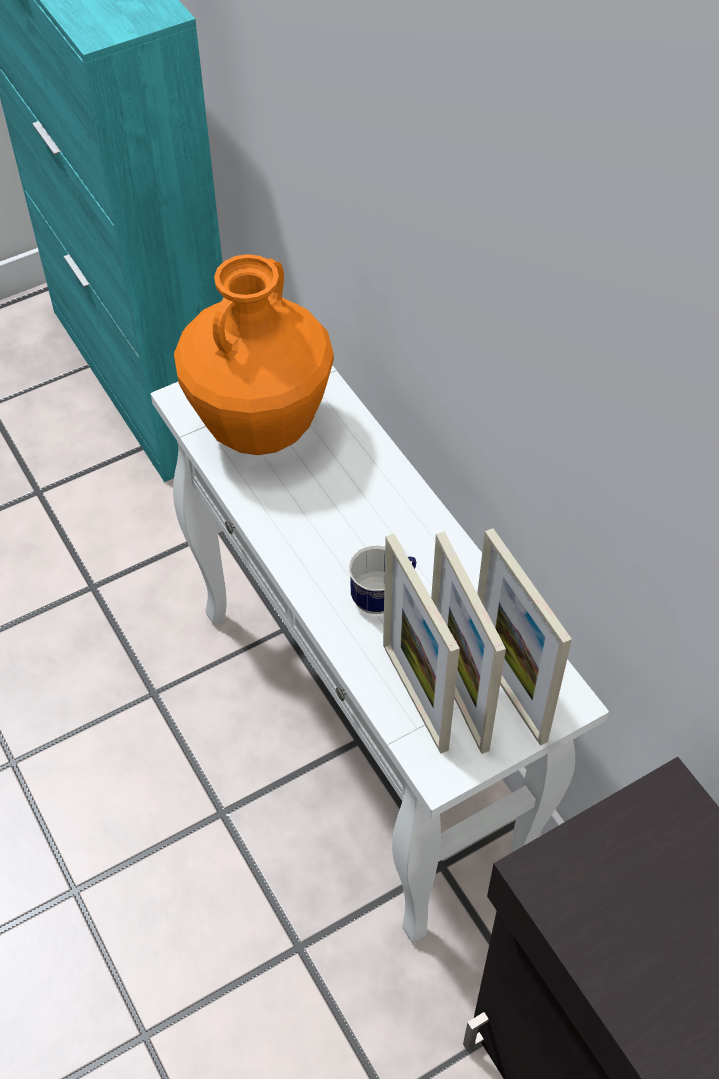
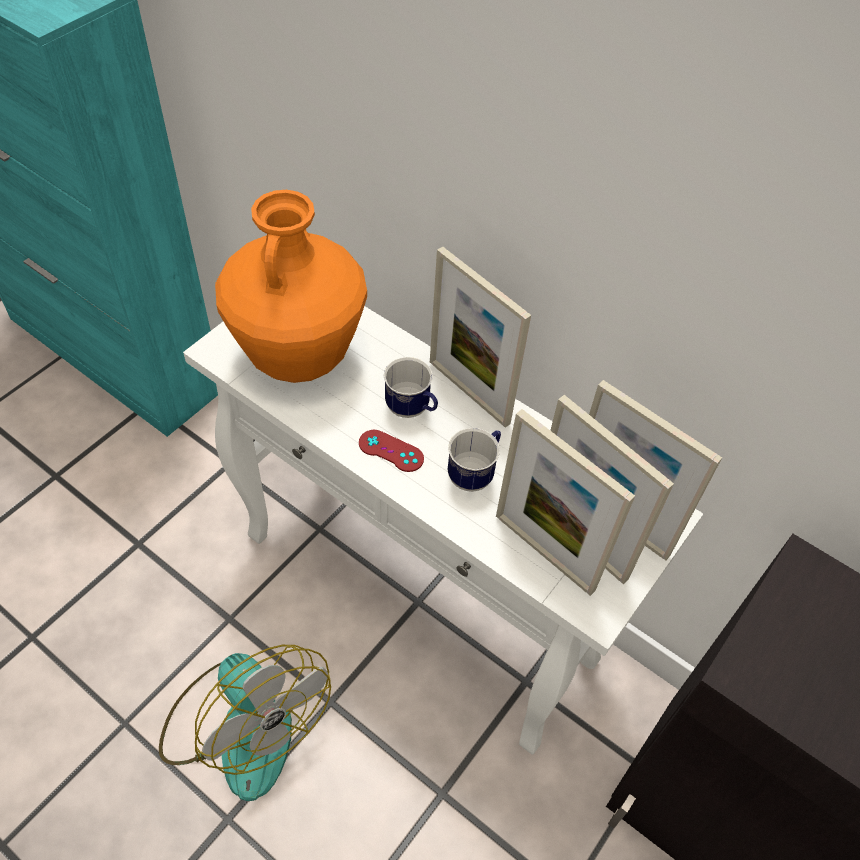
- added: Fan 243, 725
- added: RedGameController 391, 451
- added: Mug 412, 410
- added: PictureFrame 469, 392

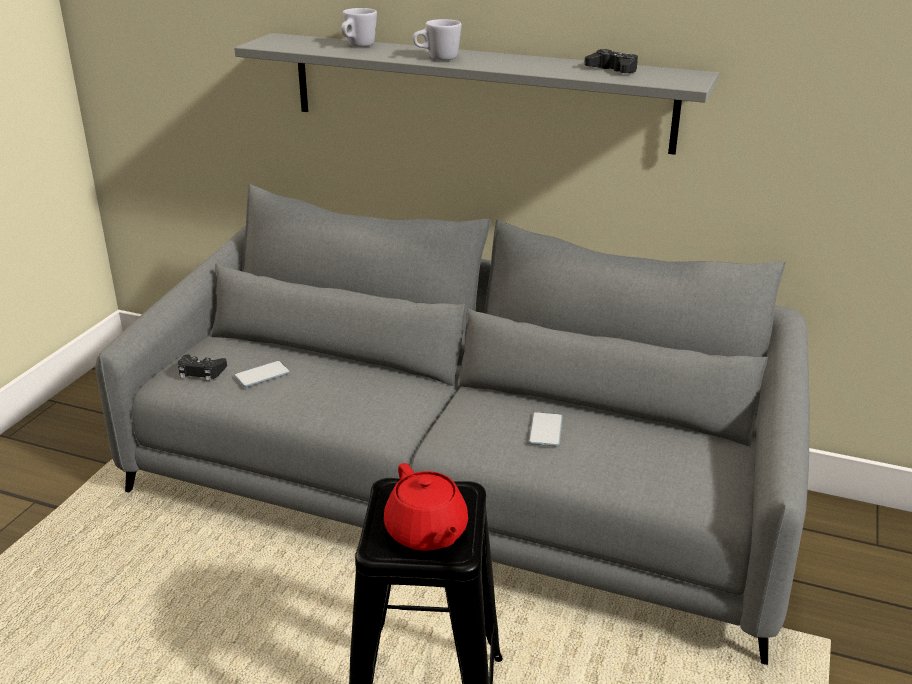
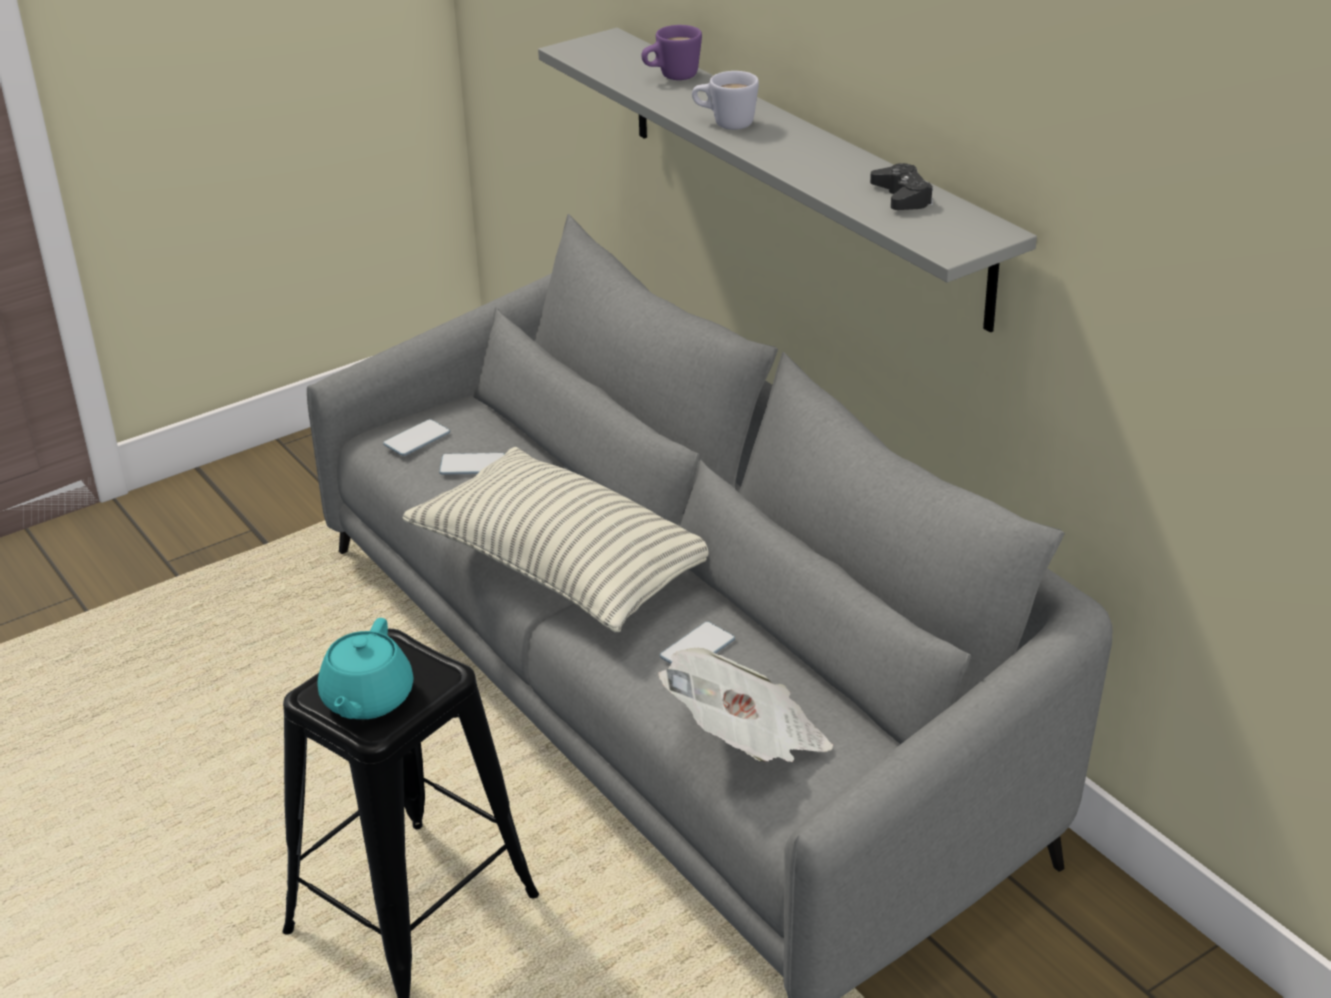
- recoloured: RedTeapot 426, 533 to TurquoiseTeapot 366, 700
- replaced: BlackGameController 201, 372 to Phone 417, 439
- added: Pillow 563, 568
- recoloured: WhiteMug 357, 46 to PurpleMug 671, 77
- added: Newspaper 747, 741

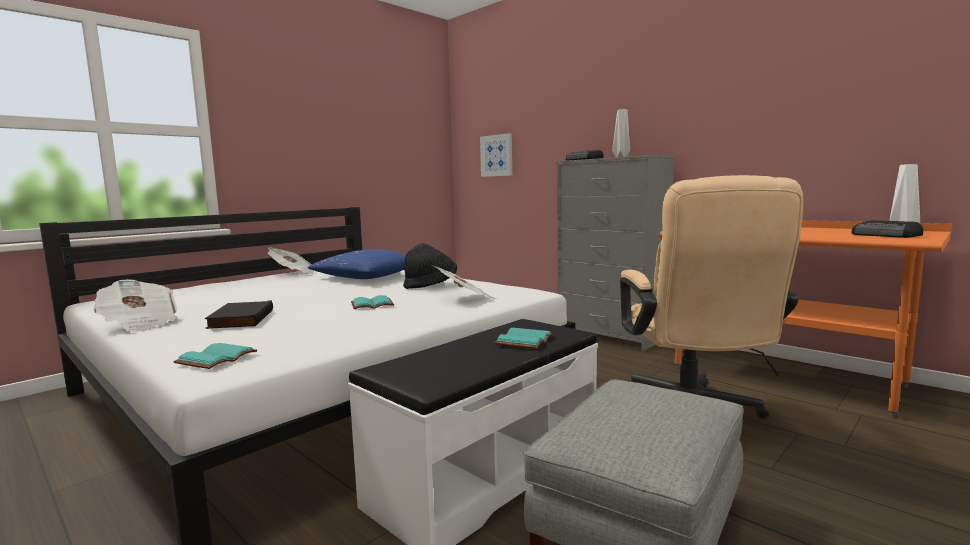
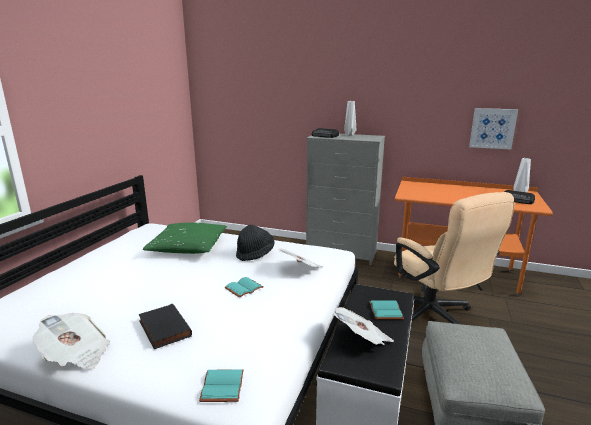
- recoloured: BluePillow 366, 277 to GreenPillow 188, 247
- moved: Newspaper 294, 273 to 362, 340
- moved: Picture 496, 155 to 492, 128

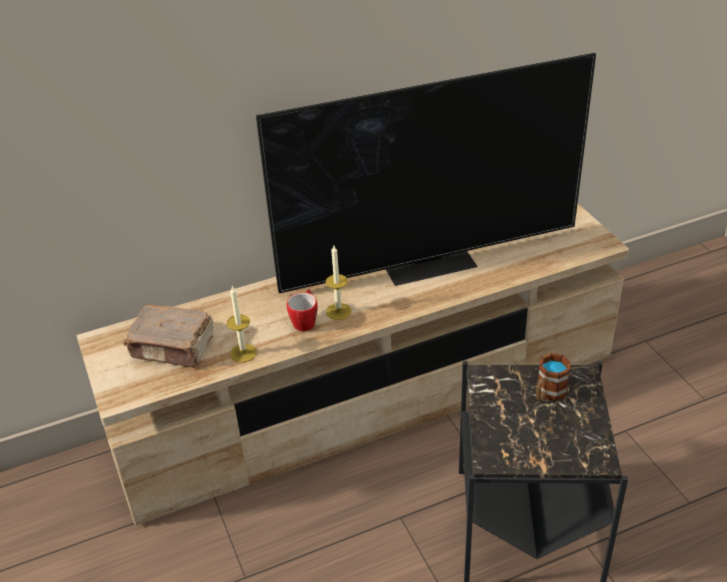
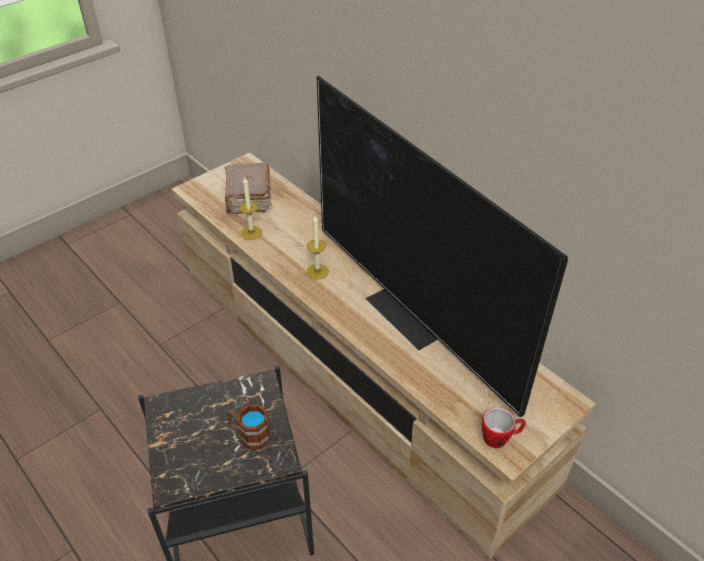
- moved: Mug 305, 321 to 500, 438

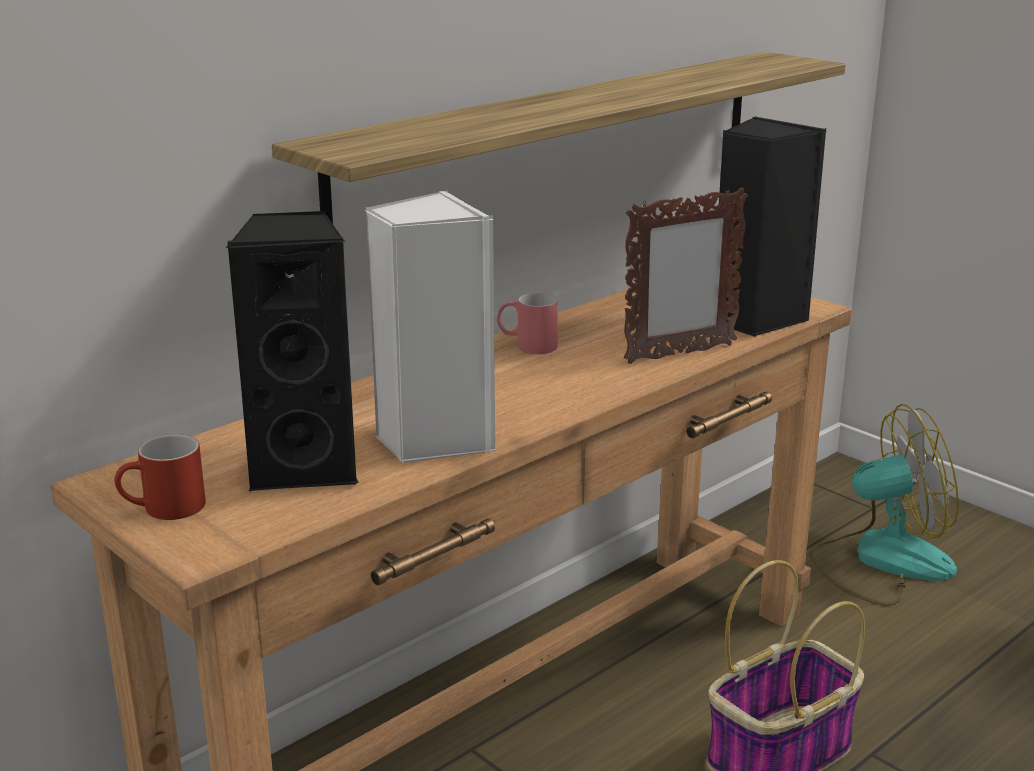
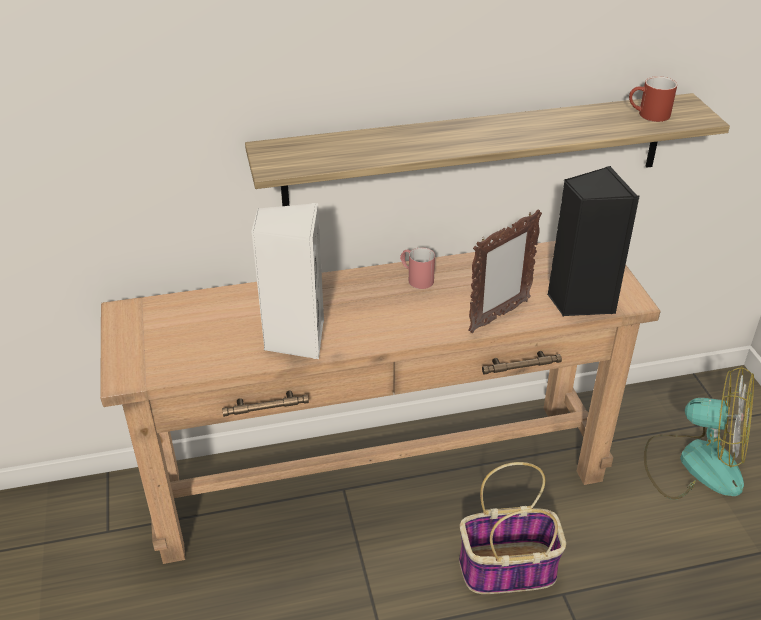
- turned: PictureFrame 679, 354 = 498, 316 45 degrees counterclockwise
- moved: RedMug 164, 510 to 648, 115
- removed: BlackSpeaker 306, 467

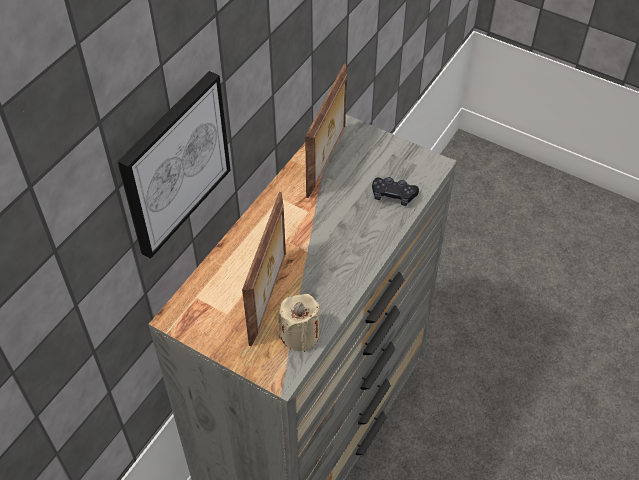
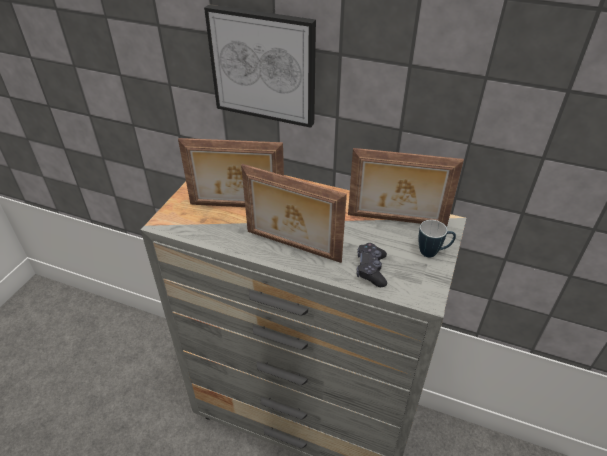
- added: PictureFrame 292, 247
- added: Mug 433, 252
- removed: BeigeCandle 300, 335

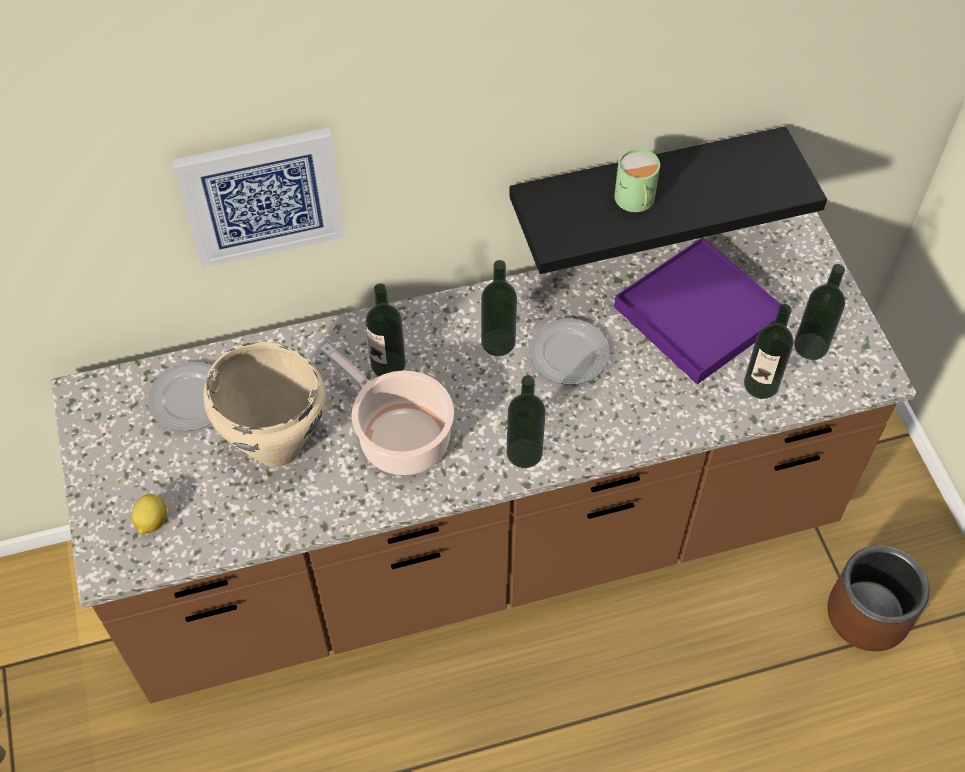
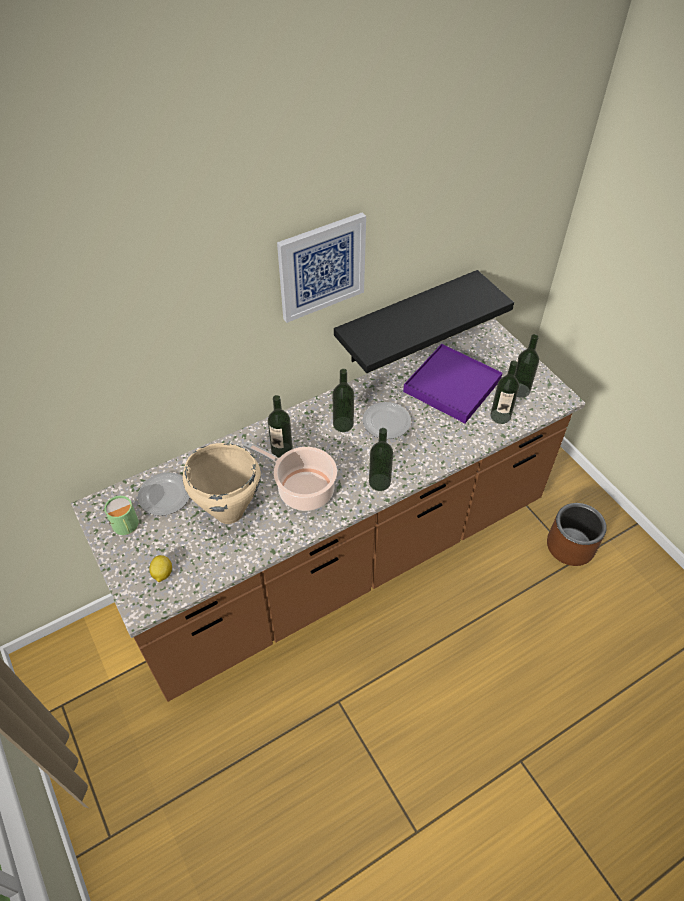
- moved: GreenMug 635, 200 to 126, 526
- moved: Picture 261, 196 to 321, 267

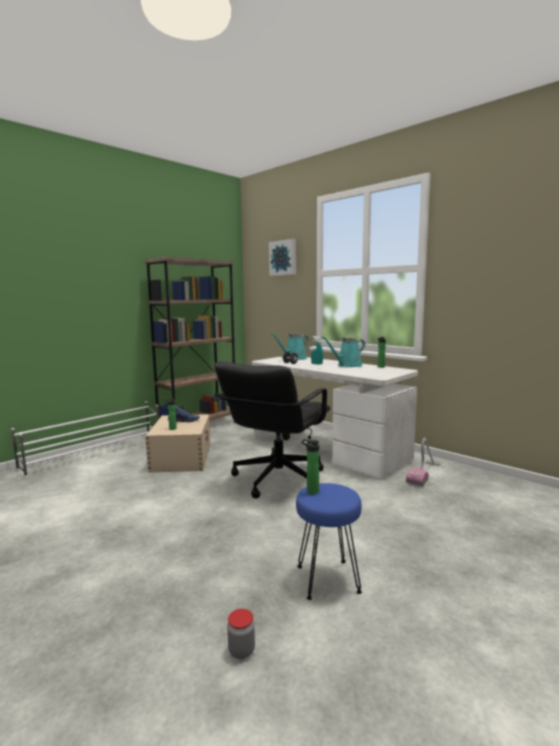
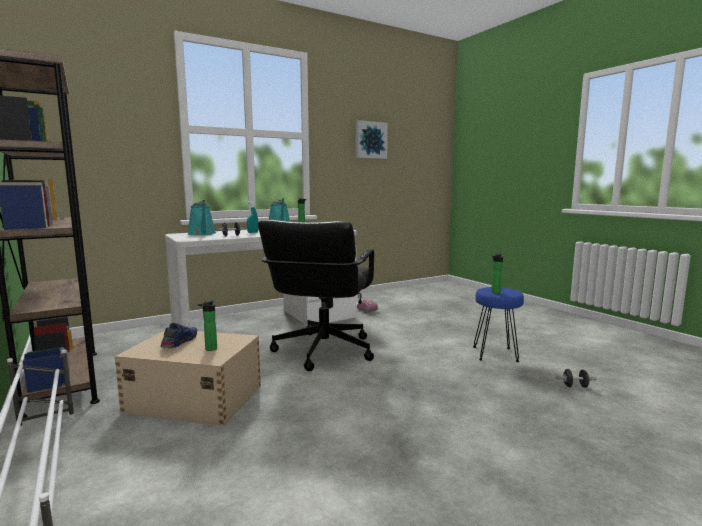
- turned: BlackOfficeChair 277, 479 = 323, 351 60 degrees clockwise
- moved: Picture 283, 258 to 370, 140
- replaced: Jar 241, 651 to BlackDumbbell 575, 386

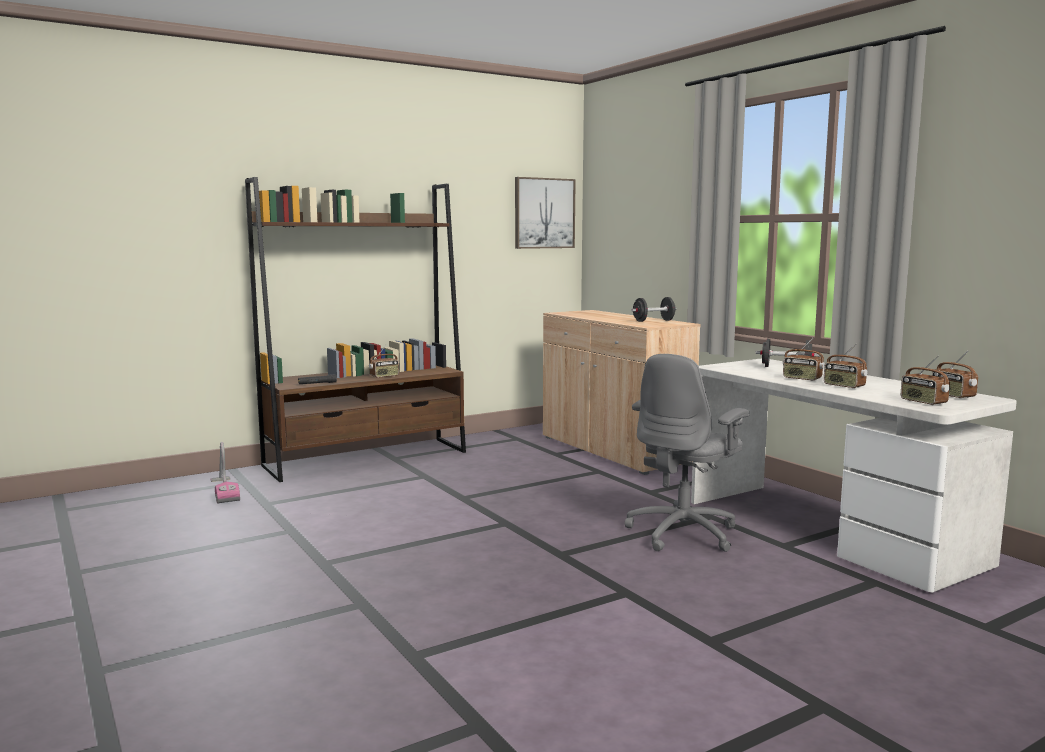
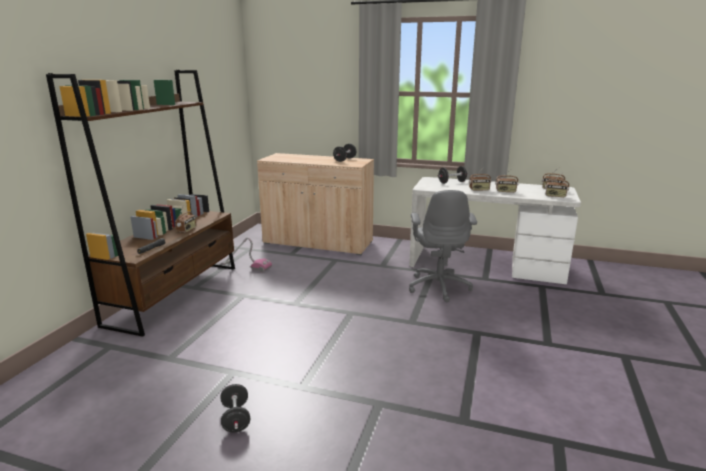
- moved: VacuumCleaner 224, 491 to 246, 266
- added: BlackDumbbell 236, 418
- removed: Picture 544, 213

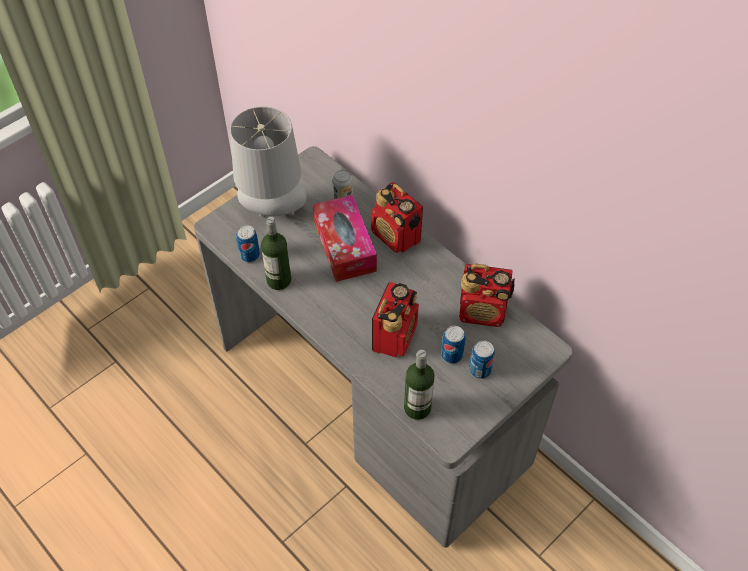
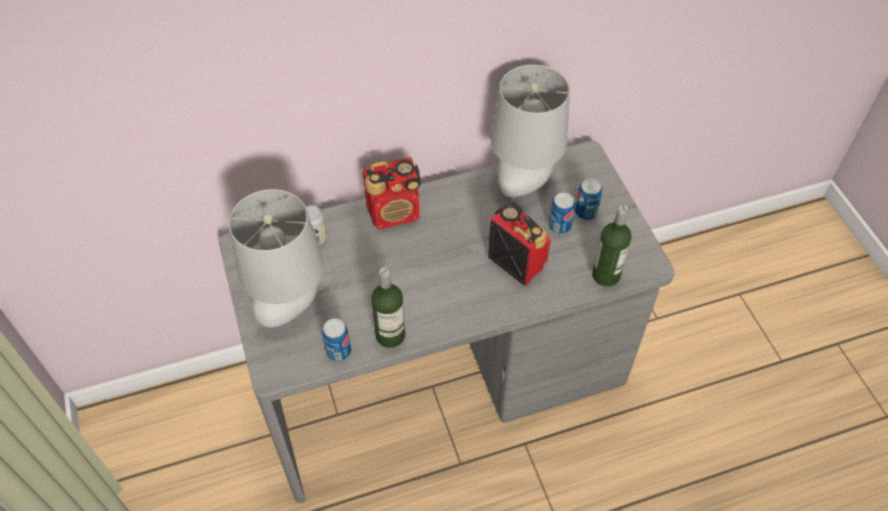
- replaced: Radio 482, 312 to GreyTableLamp 523, 184
- removed: TissueBox 344, 246

